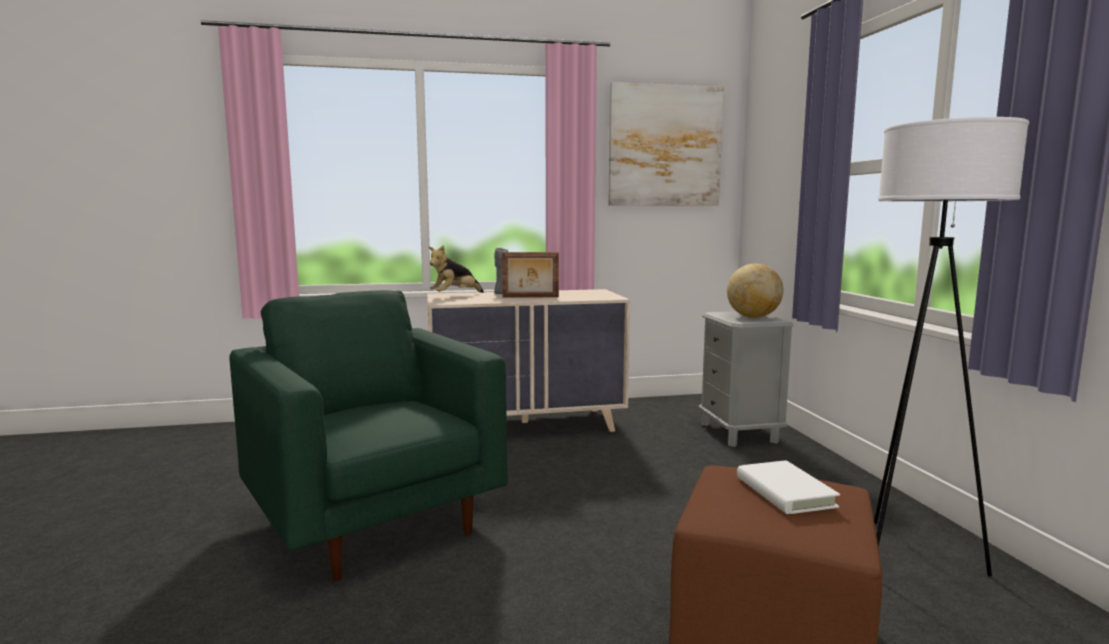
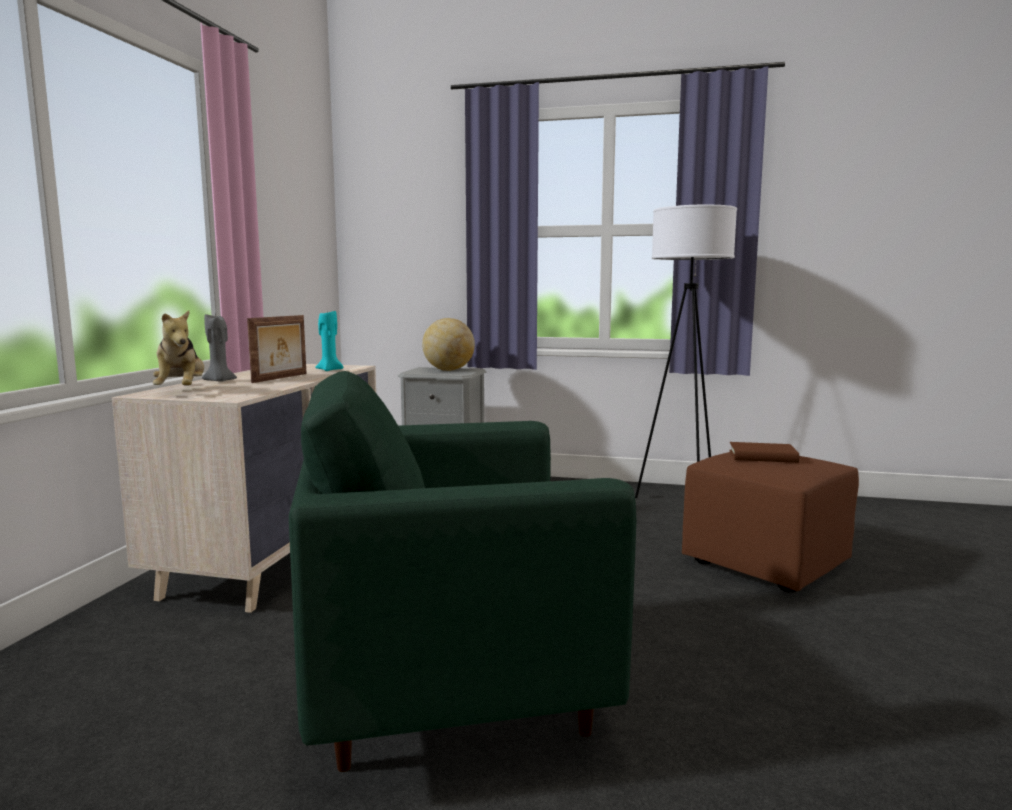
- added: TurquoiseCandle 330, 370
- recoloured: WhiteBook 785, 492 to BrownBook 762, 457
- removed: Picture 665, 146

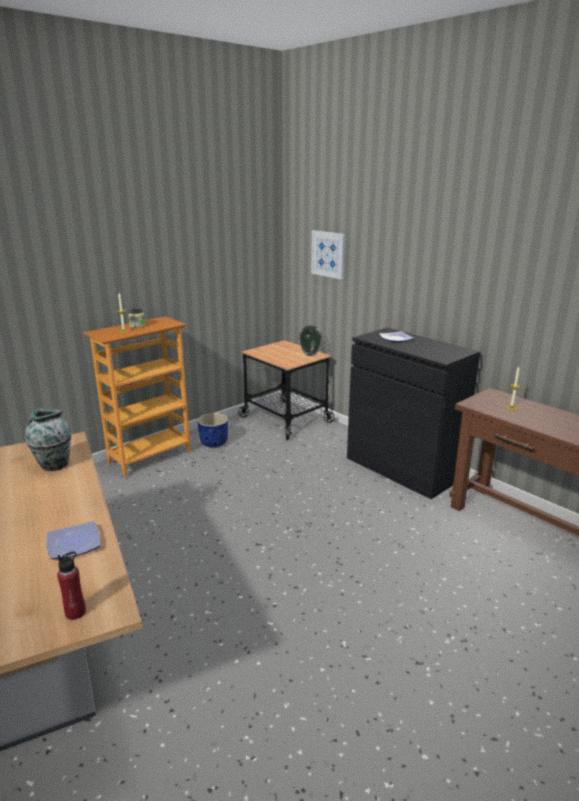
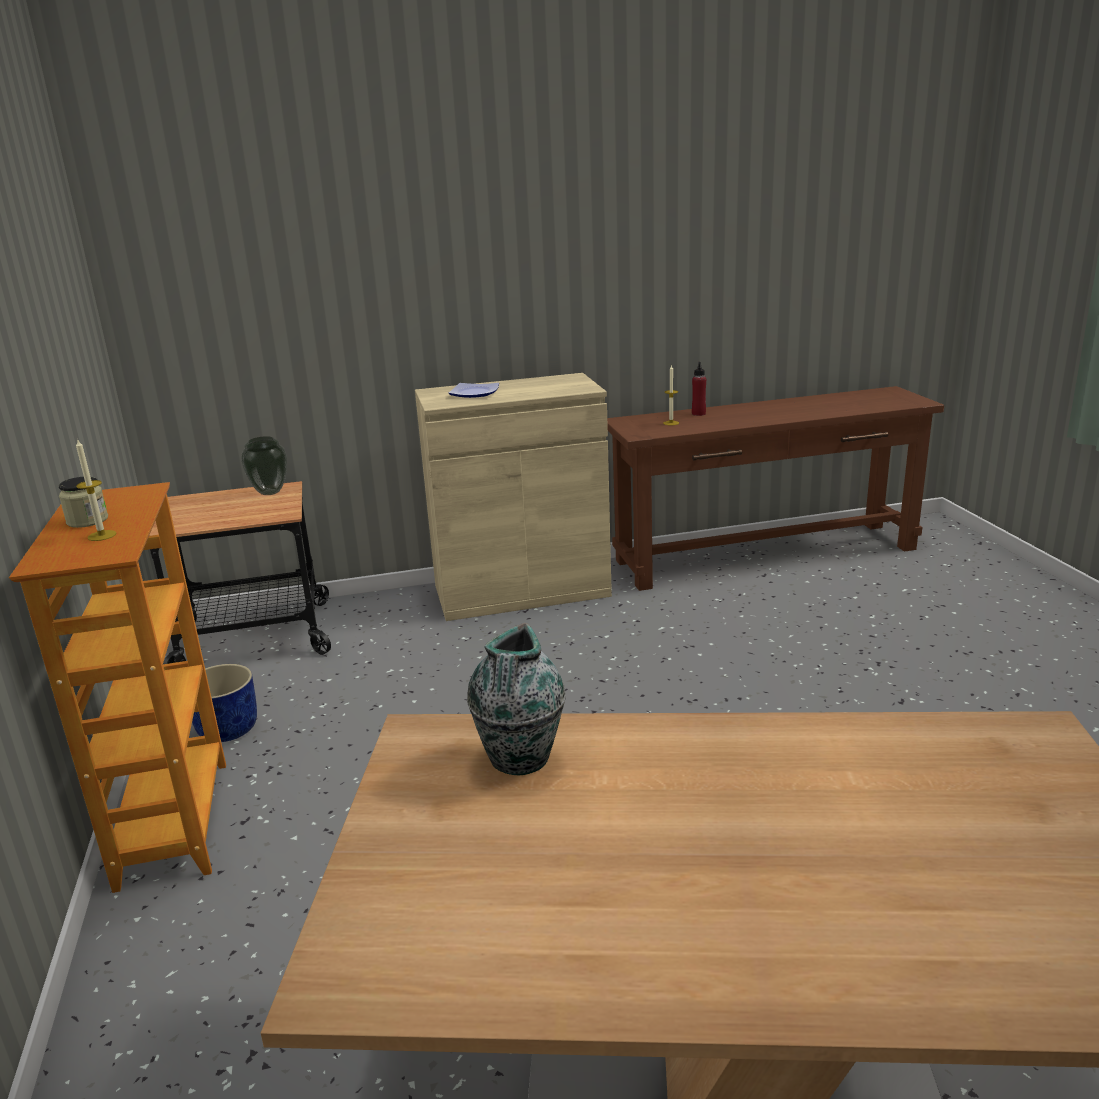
- recoloured: BlackCabinet 402, 468 to BeigeCabinet 521, 591
- moved: RedBottle 75, 612 to 698, 414
- removed: Plate 73, 543
- removed: Picture 328, 254

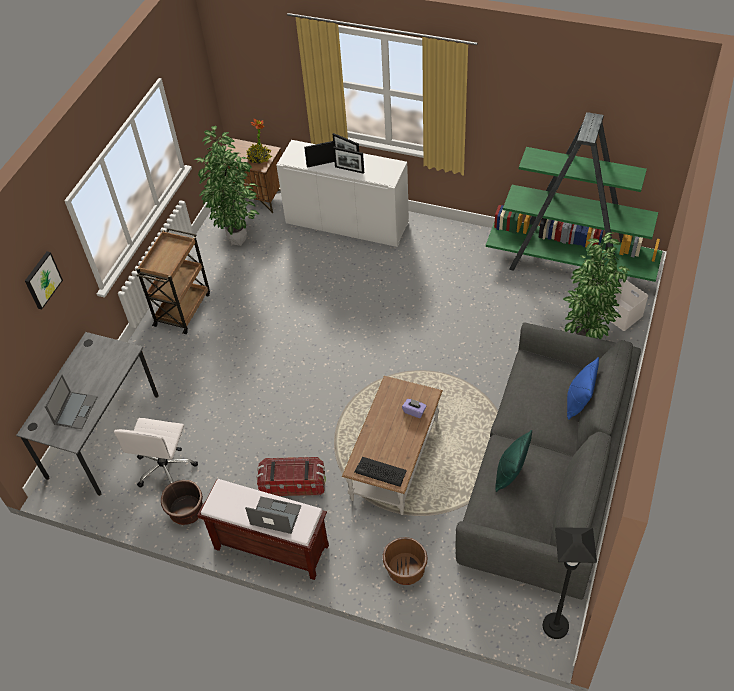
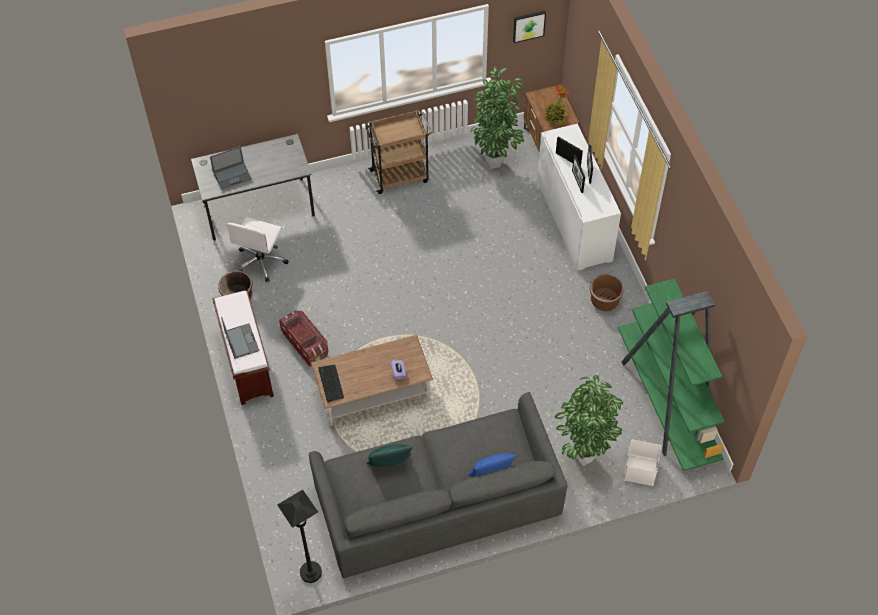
- turned: WhiteOfficeChair 165, 467 = 261, 261 45 degrees counterclockwise
- moved: Picture 42, 280 to 528, 25
- moved: BrownPlanter 405, 570 to 604, 300

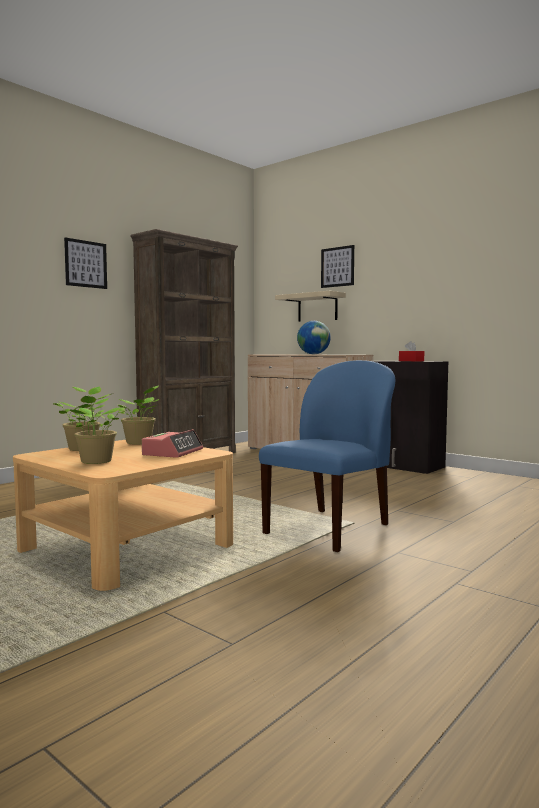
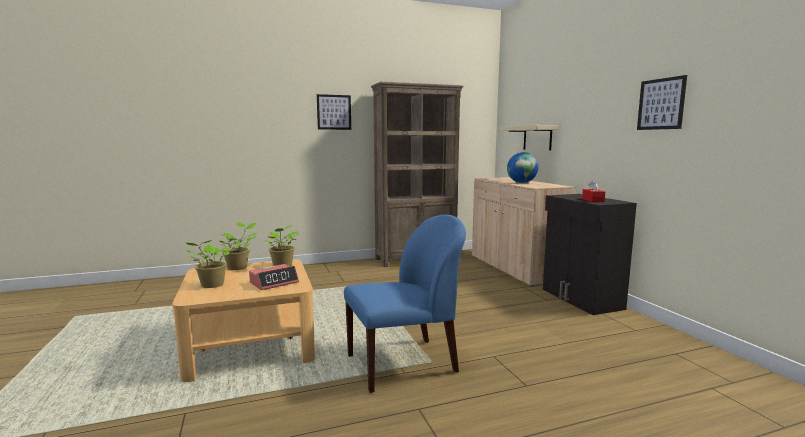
- moved: Picture 337, 267 to 661, 104

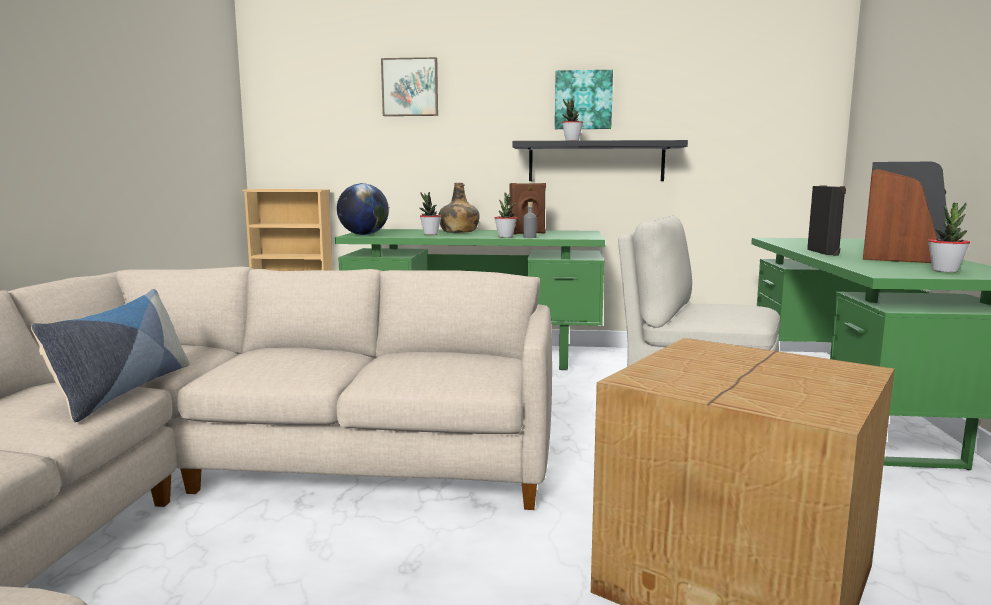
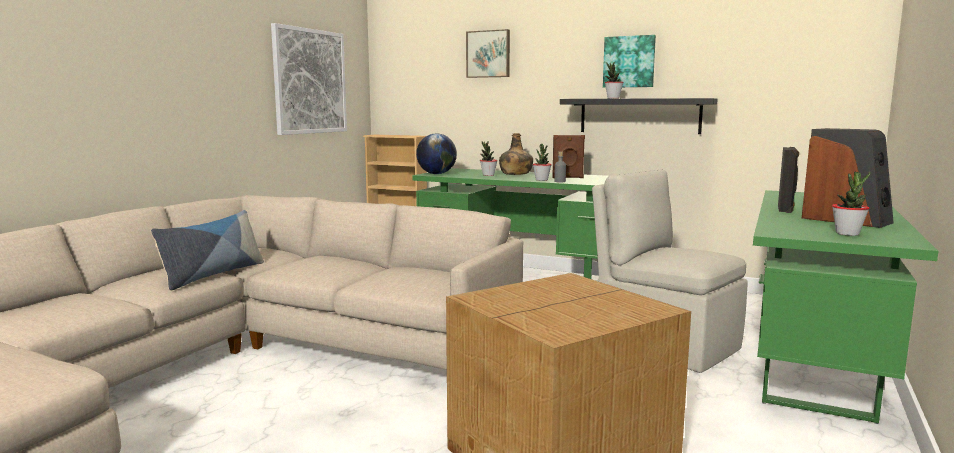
- added: Picture 310, 81

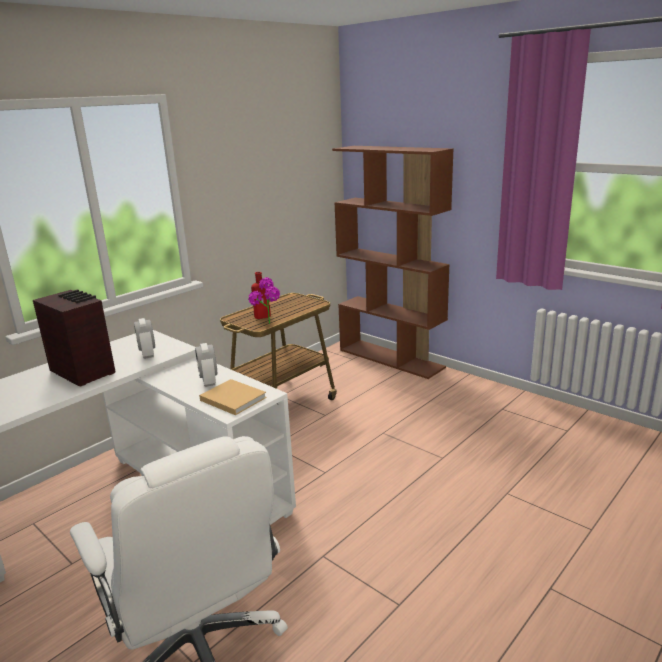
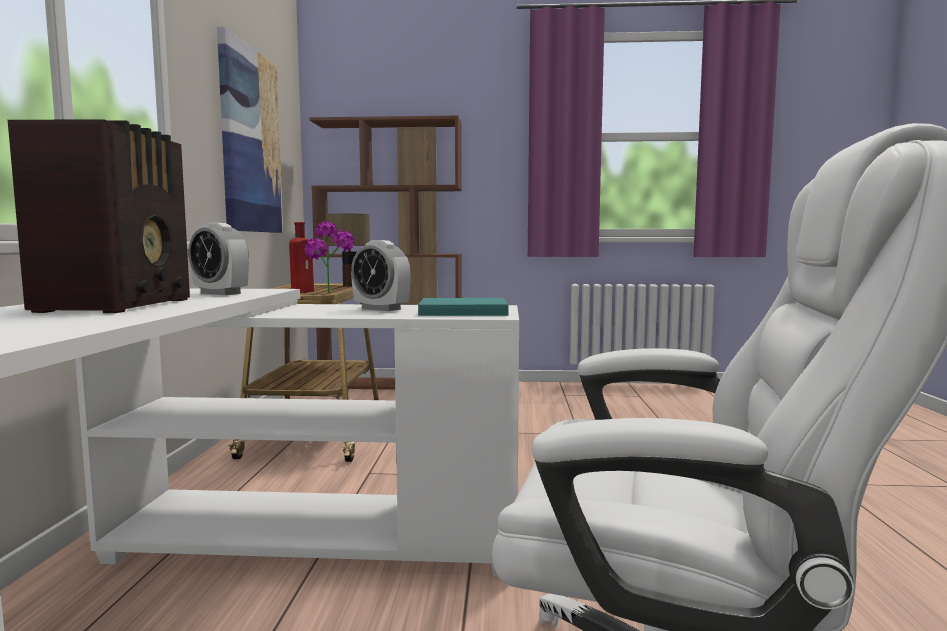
- turned: Radio 83, 371 = 121, 305 90 degrees clockwise
- added: Picture 250, 141
- added: TableLamp 349, 286
- recoloured: BeigeBook 232, 398 to TurquoiseBook 460, 311

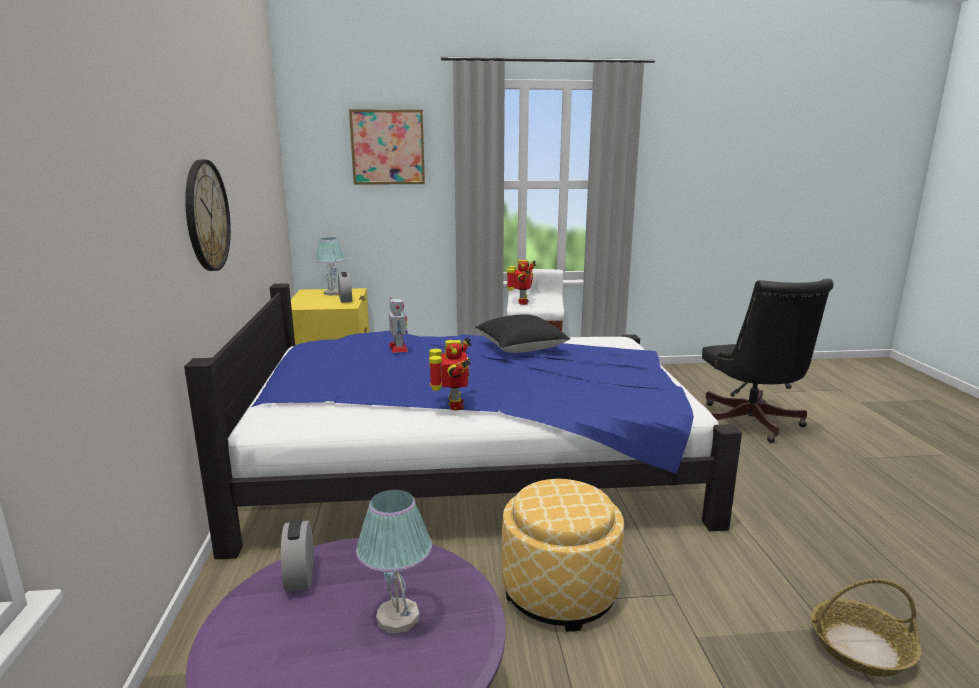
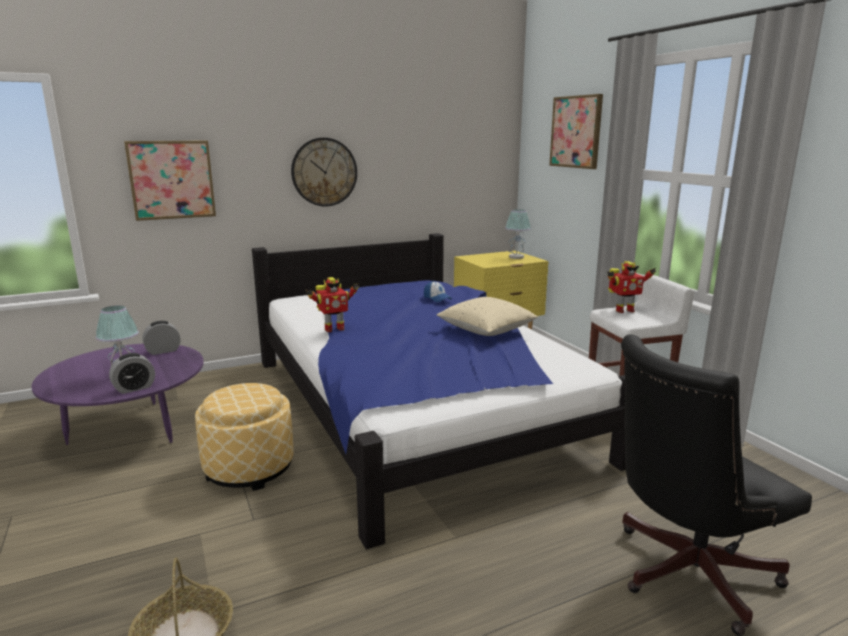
- moved: AlarmClock 345, 300 to 134, 388
- added: Picture 171, 180
- replaced: ToyRobot 398, 348 to Cap 437, 298
- recoloured: BlackPillow 521, 348 to BeigePillow 486, 331

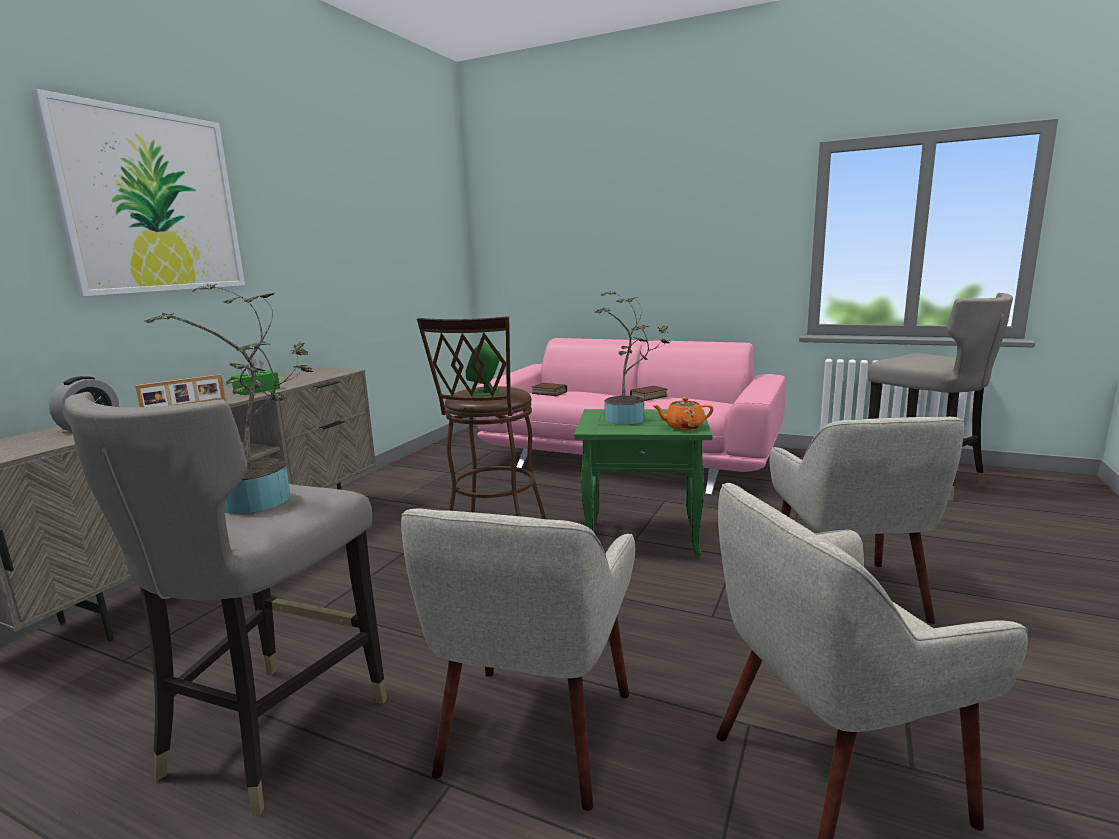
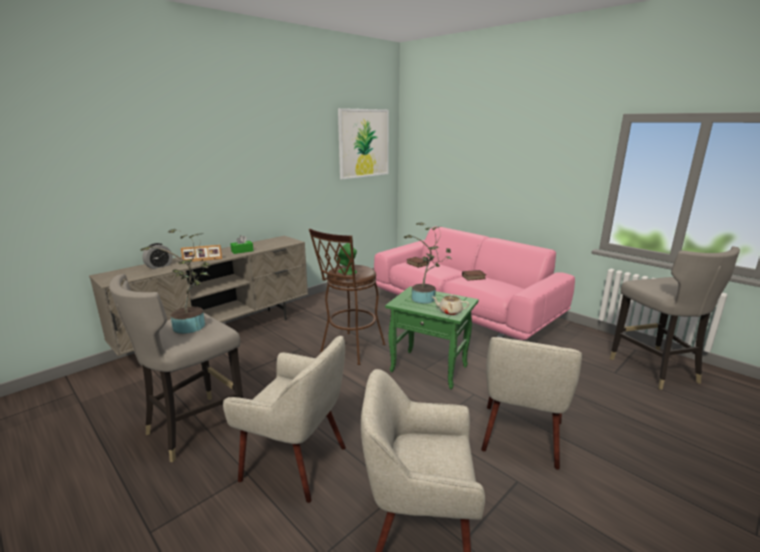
- turned: BeigeArmchair 533, 733 = 296, 462 105 degrees counterclockwise
- moved: Picture 151, 202 to 363, 143
- recoloured: OrangeTeapot 683, 427 to BeigeTeapot 449, 311

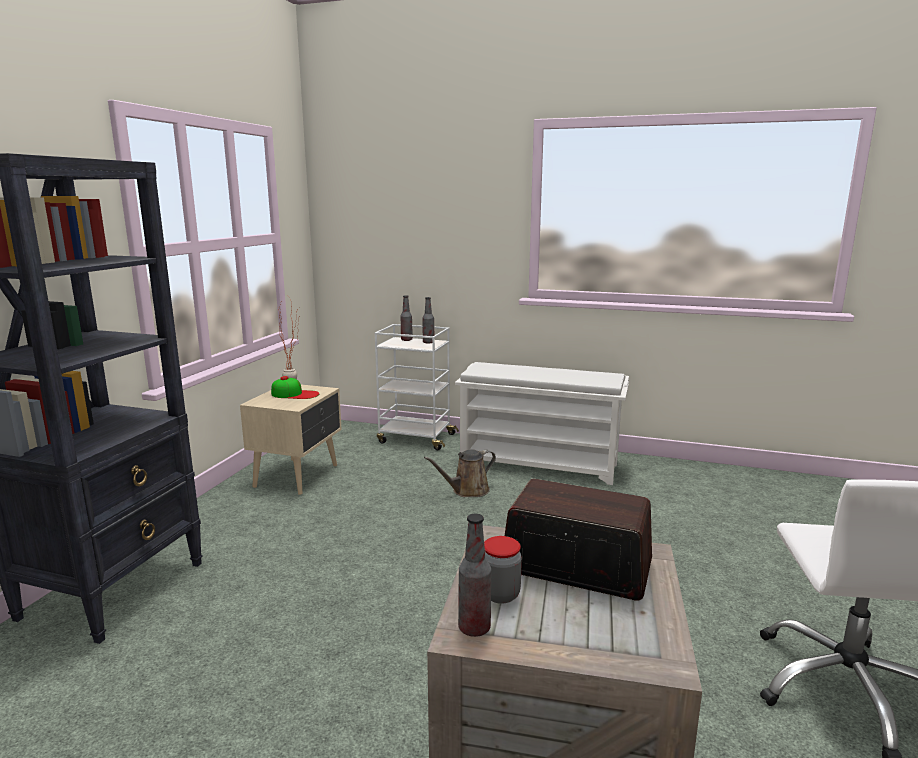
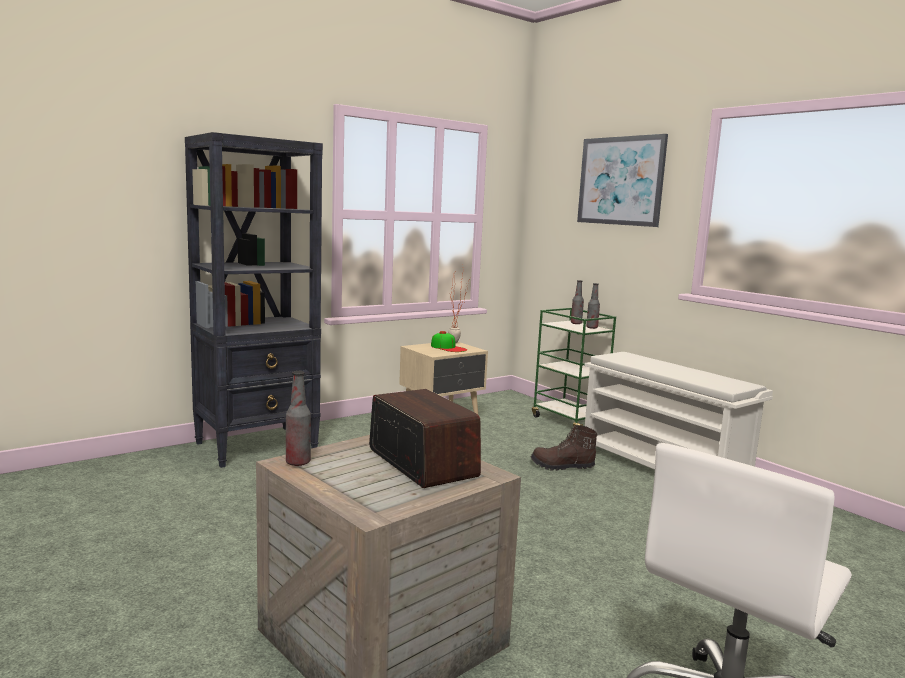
- replaced: BrownWateringCan 467, 491 to BrownBoot 562, 466
- recoloured: WhiteCart 415, 438 to GreenCart 569, 421
- added: Picture 620, 181
- removed: Jar 500, 594

